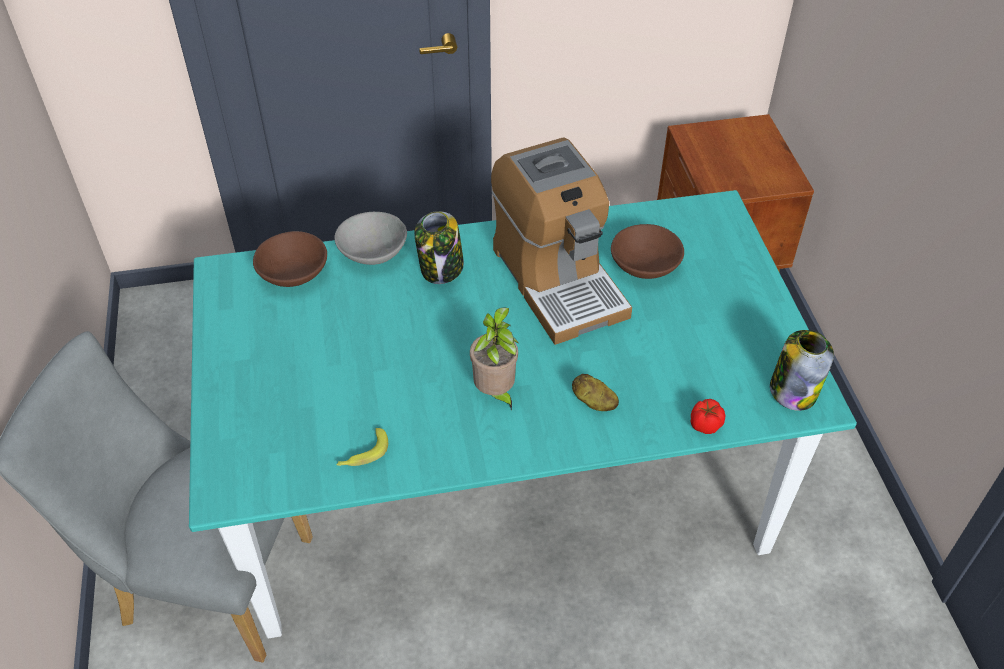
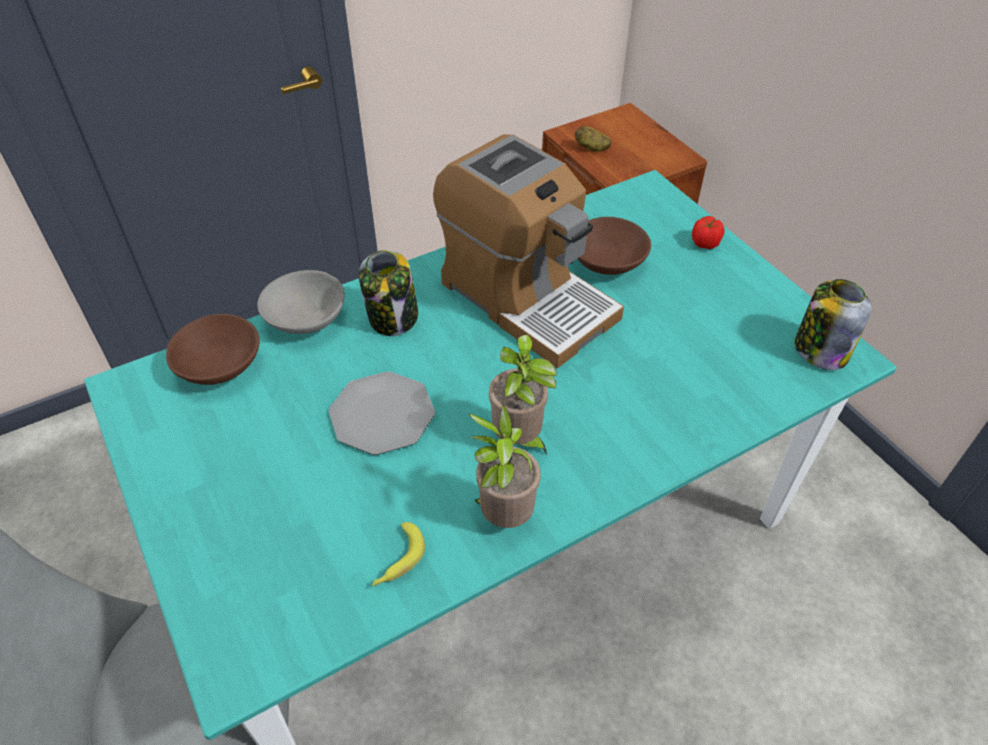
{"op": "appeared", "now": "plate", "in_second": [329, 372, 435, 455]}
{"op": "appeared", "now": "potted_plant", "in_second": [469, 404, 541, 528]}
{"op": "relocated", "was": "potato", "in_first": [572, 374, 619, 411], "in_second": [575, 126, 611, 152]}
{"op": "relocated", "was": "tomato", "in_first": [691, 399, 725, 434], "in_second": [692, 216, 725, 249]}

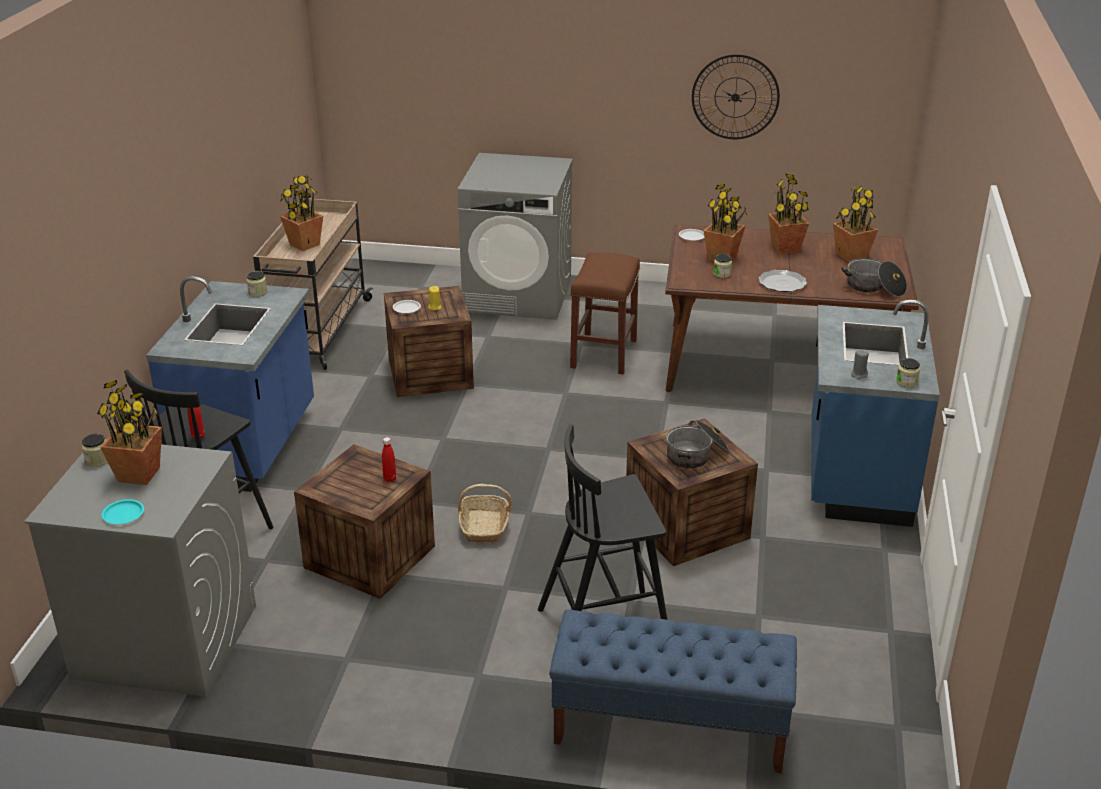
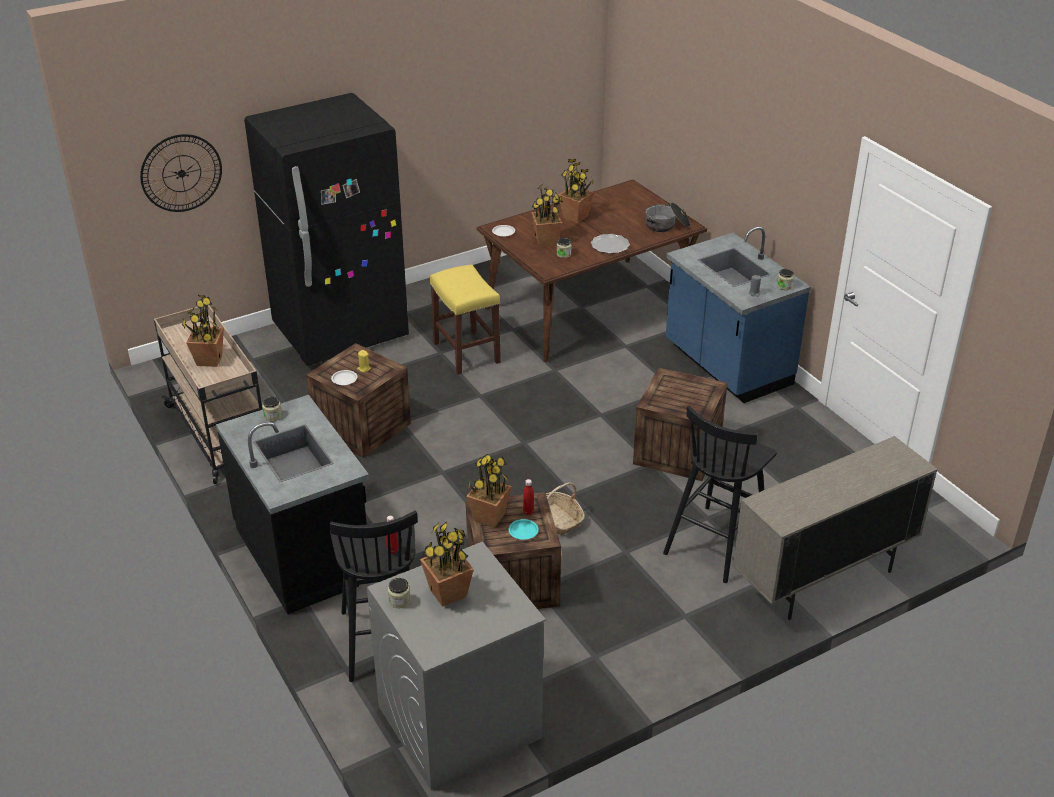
{"op": "relocated", "was": "wall_clock", "in_first": [692, 54, 780, 139], "in_second": [140, 134, 222, 212]}
{"op": "colour", "was": "blue_counter", "now": "black_counter", "in_first": [146, 276, 314, 492], "in_second": [216, 395, 369, 614]}
{"op": "exchanged", "was": "grey_washing_machine", "now": "black_fridge", "in_first": [458, 153, 573, 320], "in_second": [244, 93, 409, 366]}
{"op": "colour", "was": "brown_stool", "now": "yellow_stool", "in_first": [570, 253, 640, 374], "in_second": [430, 265, 501, 375]}
{"op": "relocated", "was": "potted_plant", "in_first": [833, 184, 878, 262], "in_second": [466, 454, 512, 528]}
{"op": "relocated", "was": "turquoise_plate", "in_first": [102, 499, 144, 524], "in_second": [509, 519, 539, 540]}
{"op": "exchanged", "was": "blue_bench", "now": "beige_cabinet", "in_first": [549, 610, 797, 773], "in_second": [733, 436, 938, 620]}
{"op": "missing", "was": "cooking_pot", "in_first": [666, 420, 729, 469]}

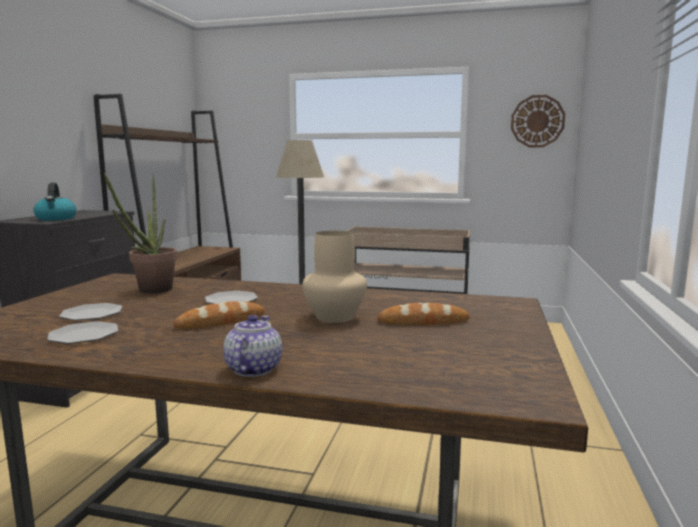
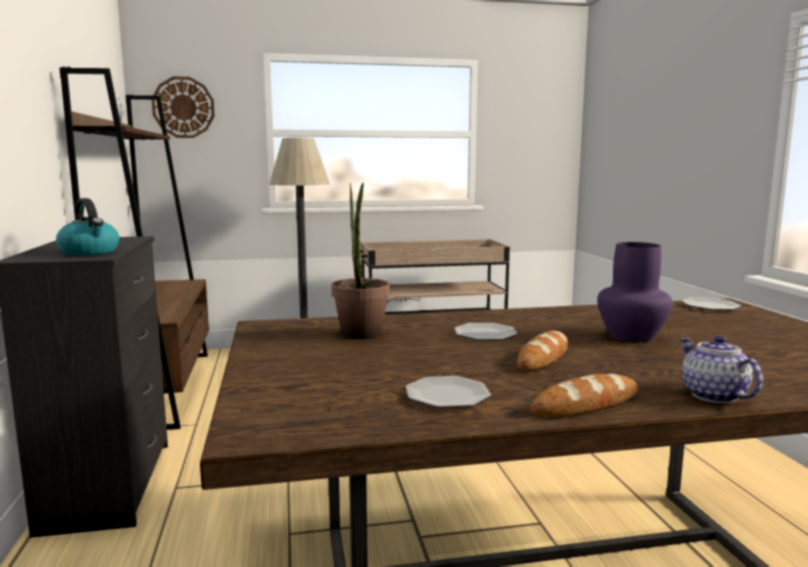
{"op": "relocated", "was": "wall_clock", "in_first": [511, 95, 565, 147], "in_second": [152, 76, 215, 138]}
{"op": "relocated", "was": "bread", "in_first": [377, 302, 470, 325], "in_second": [531, 374, 638, 416]}
{"op": "colour", "was": "beige_vase", "now": "purple_vase", "in_first": [302, 231, 367, 323], "in_second": [597, 242, 673, 343]}
{"op": "relocated", "was": "plate", "in_first": [59, 303, 123, 321], "in_second": [681, 297, 741, 311]}

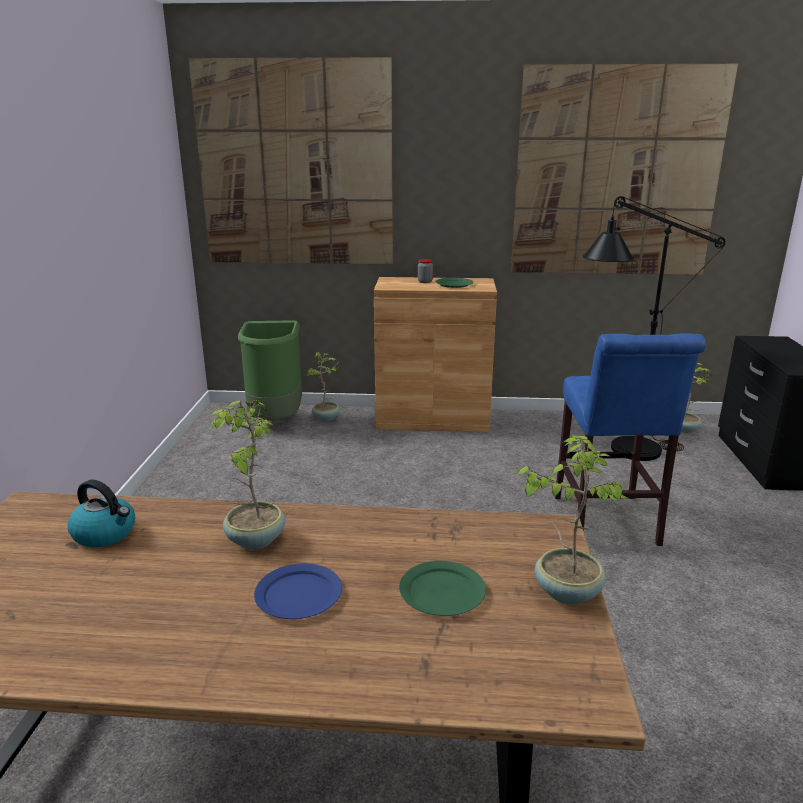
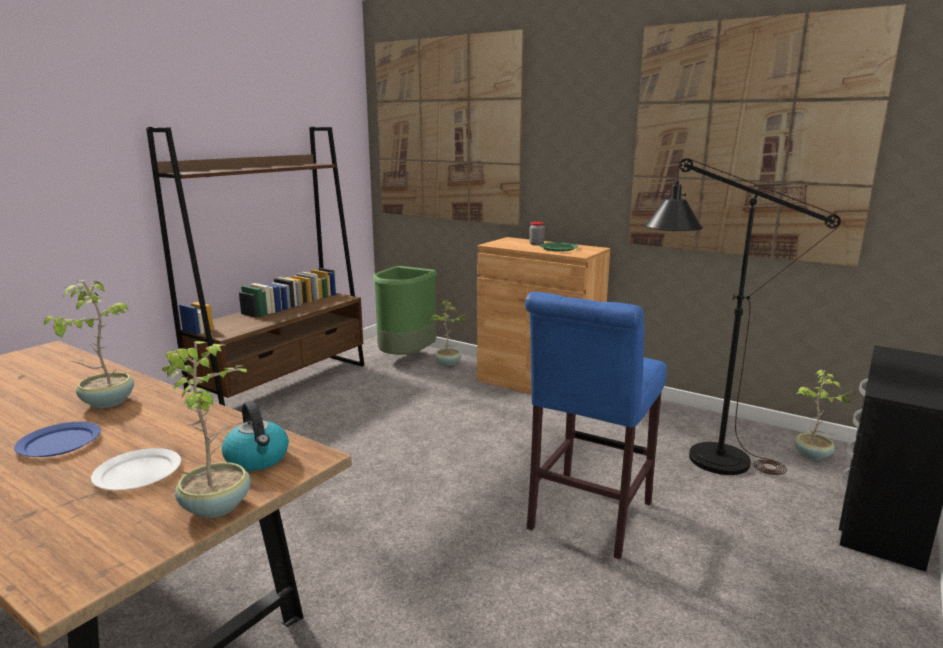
{"op": "colour", "was": "green_plate", "now": "white_plate", "in_first": [399, 561, 486, 616], "in_second": [91, 448, 181, 490]}
{"op": "appeared", "now": "brown_bookcase", "in_second": [146, 127, 365, 406]}
{"op": "relocated", "was": "kettle", "in_first": [68, 480, 135, 547], "in_second": [222, 401, 289, 471]}

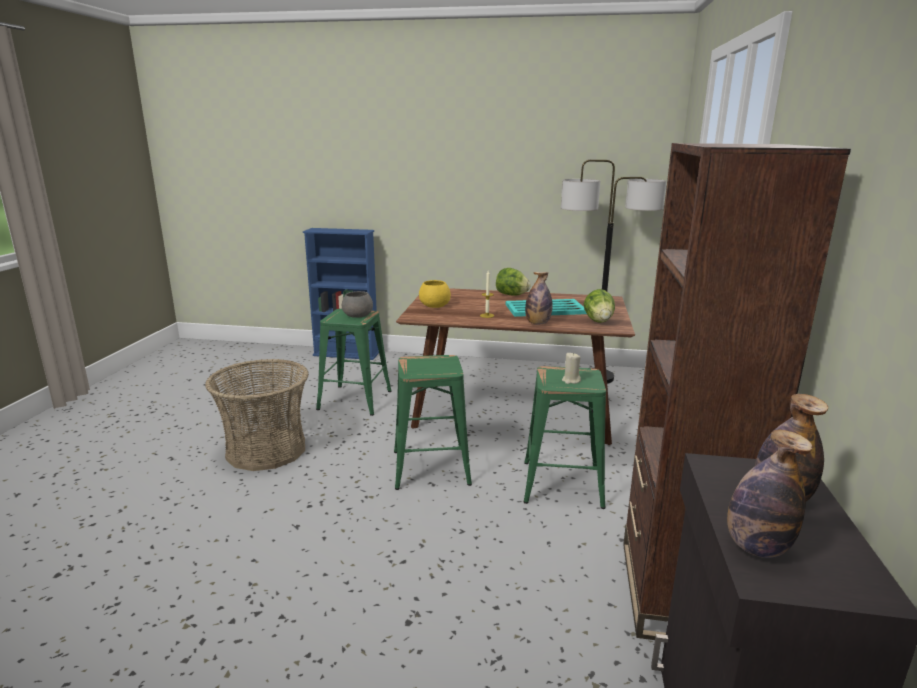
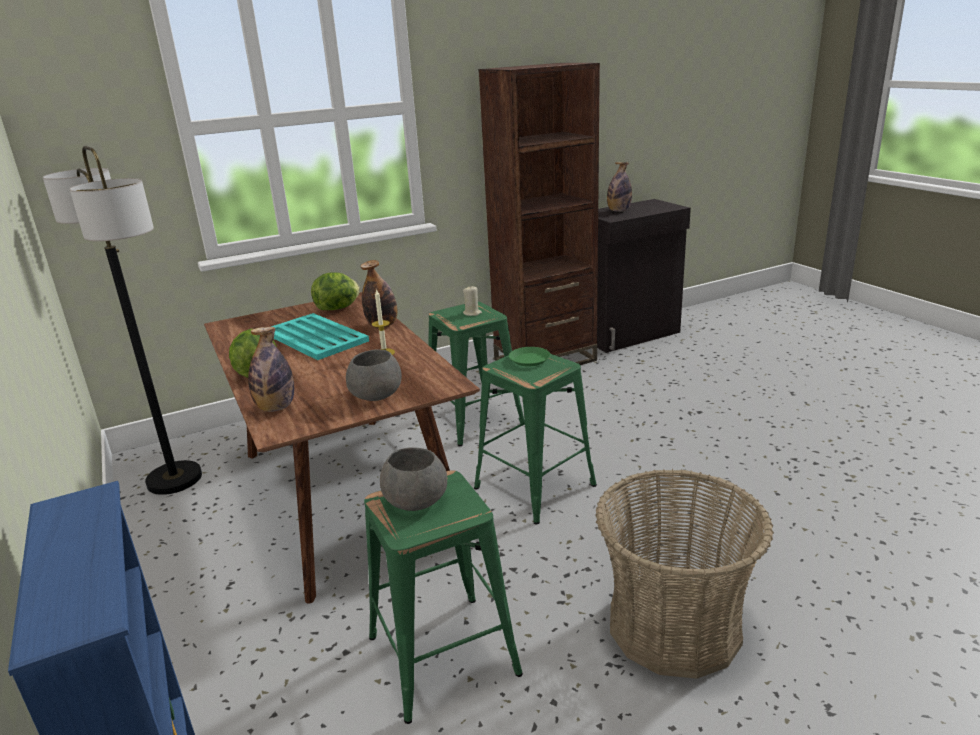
{"op": "relocated", "was": "bottle", "in_first": [727, 430, 813, 558], "in_second": [248, 327, 294, 412]}
{"op": "colour", "was": "yellow_bowl", "now": "grey_bowl", "in_first": [419, 280, 451, 308], "in_second": [346, 349, 402, 401]}
{"op": "appeared", "now": "green_plate", "in_second": [509, 347, 550, 366]}

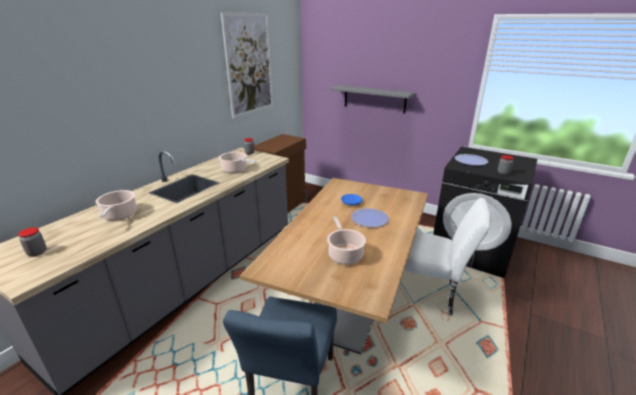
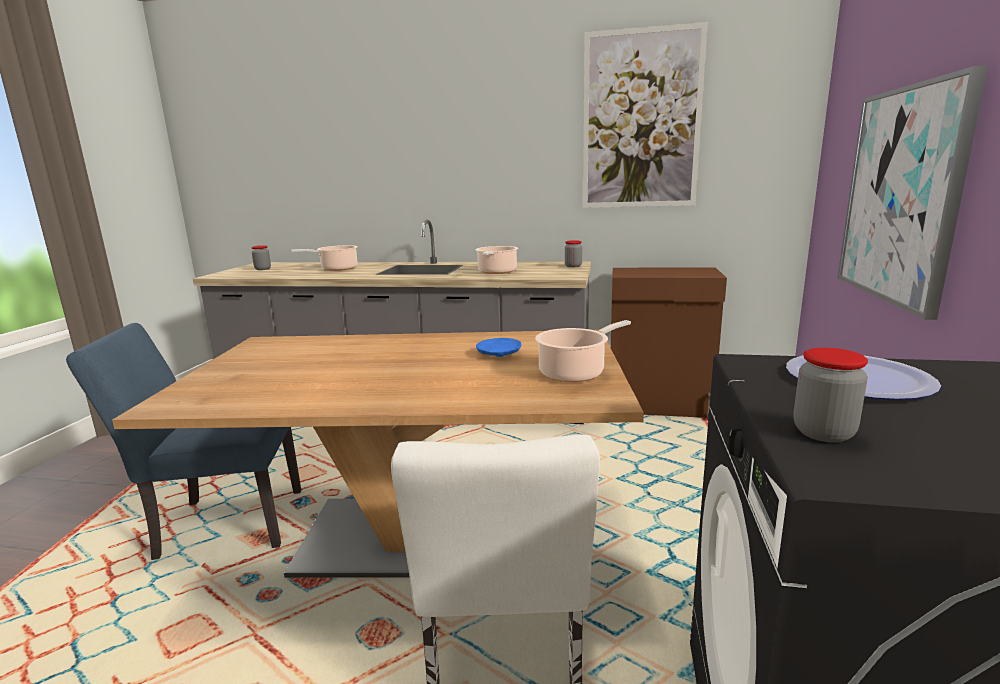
{"op": "relocated", "was": "cooking_pot", "in_first": [327, 216, 366, 265], "in_second": [535, 320, 631, 382]}
{"op": "exchanged", "was": "grey_shelf", "now": "picture", "in_first": [330, 85, 415, 114], "in_second": [837, 65, 988, 320]}
{"op": "missing", "was": "plate", "in_first": [351, 208, 389, 228]}

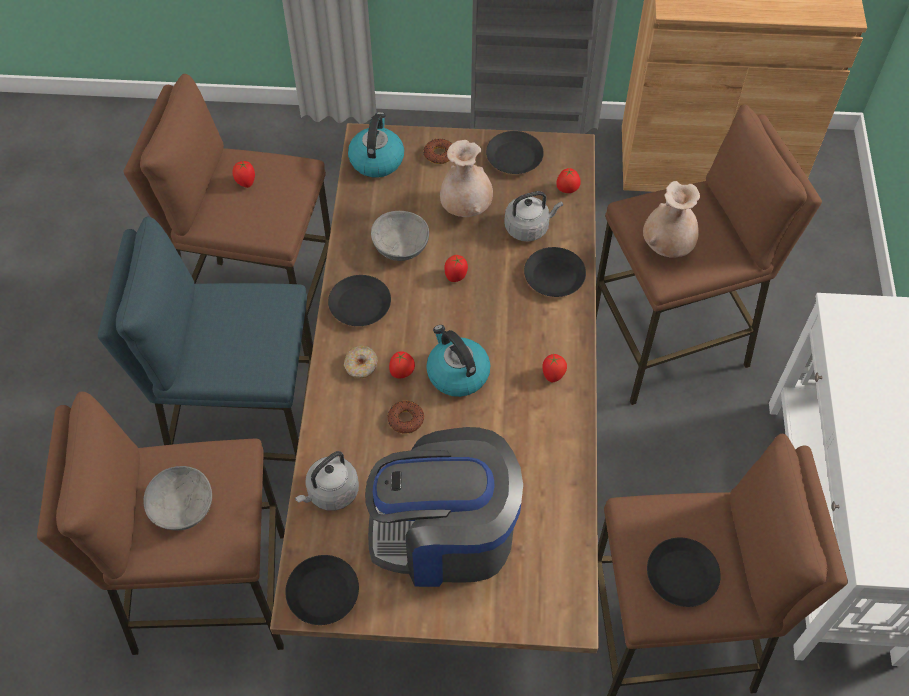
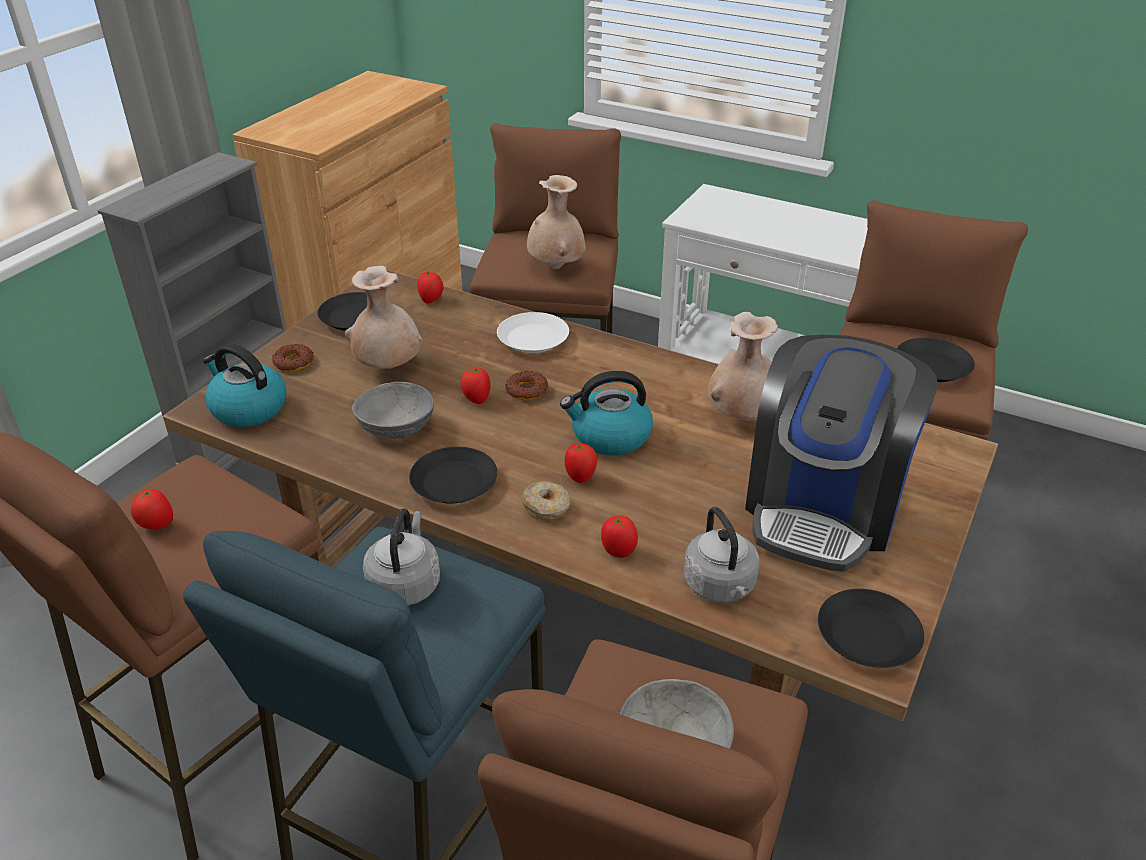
{"op": "relocated", "was": "grey_kettle", "in_first": [504, 191, 563, 242], "in_second": [363, 508, 440, 606]}
{"op": "colour", "was": "black_plate", "now": "white_plate", "in_first": [524, 247, 586, 297], "in_second": [497, 312, 569, 353]}
{"op": "relocated", "was": "donut", "in_first": [387, 401, 424, 434], "in_second": [506, 371, 548, 400]}
{"op": "relocated", "was": "tomato", "in_first": [542, 354, 567, 382], "in_second": [601, 516, 638, 558]}
{"op": "appeared", "now": "beige_vase", "in_second": [708, 312, 778, 421]}

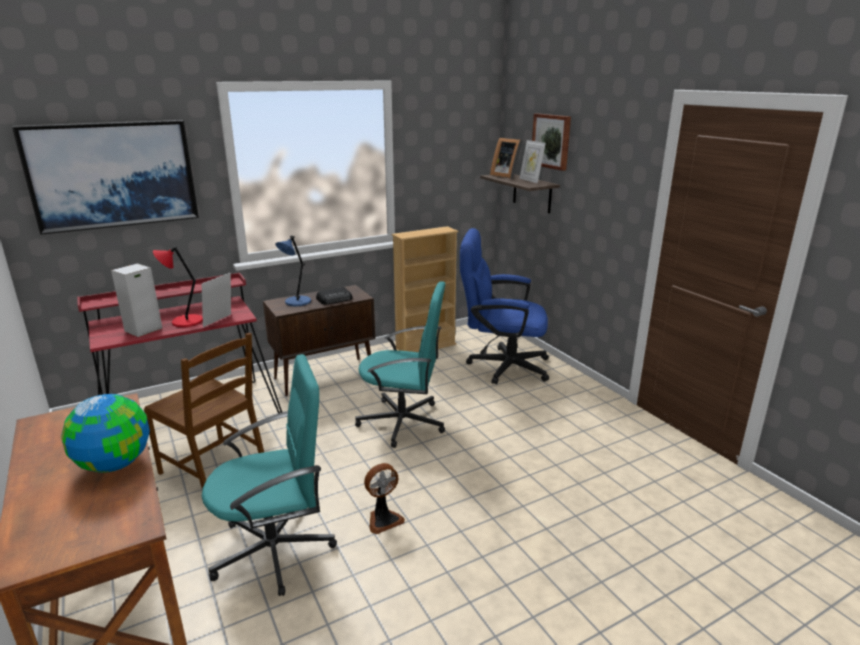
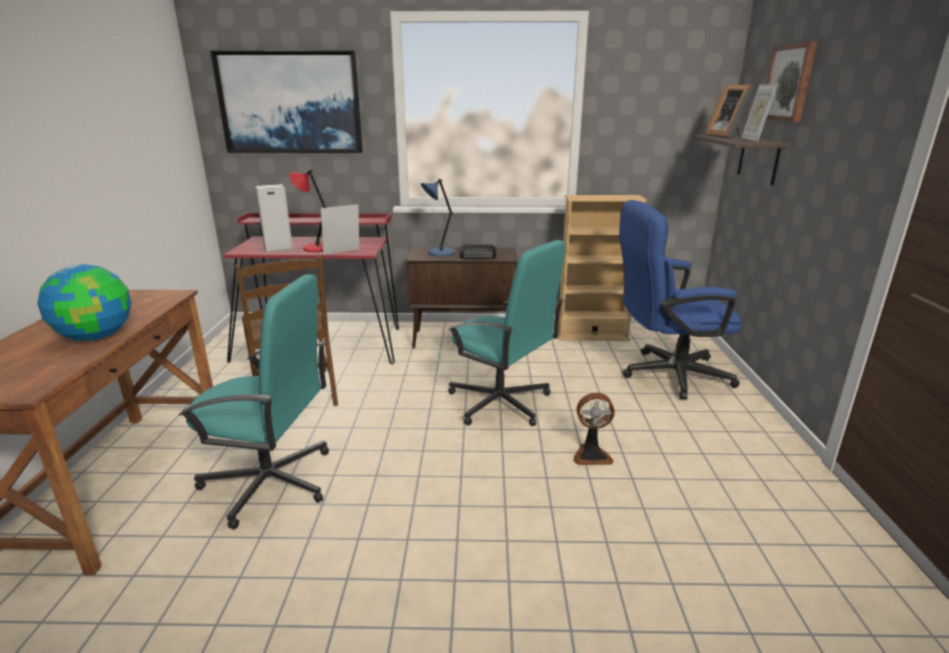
{"op": "relocated", "was": "fan", "in_first": [364, 463, 405, 534], "in_second": [573, 393, 615, 465]}
{"op": "spun", "was": "blue_office_chair", "in_first": [460, 228, 549, 384], "in_second": [619, 200, 742, 400], "clockwise": -45}

